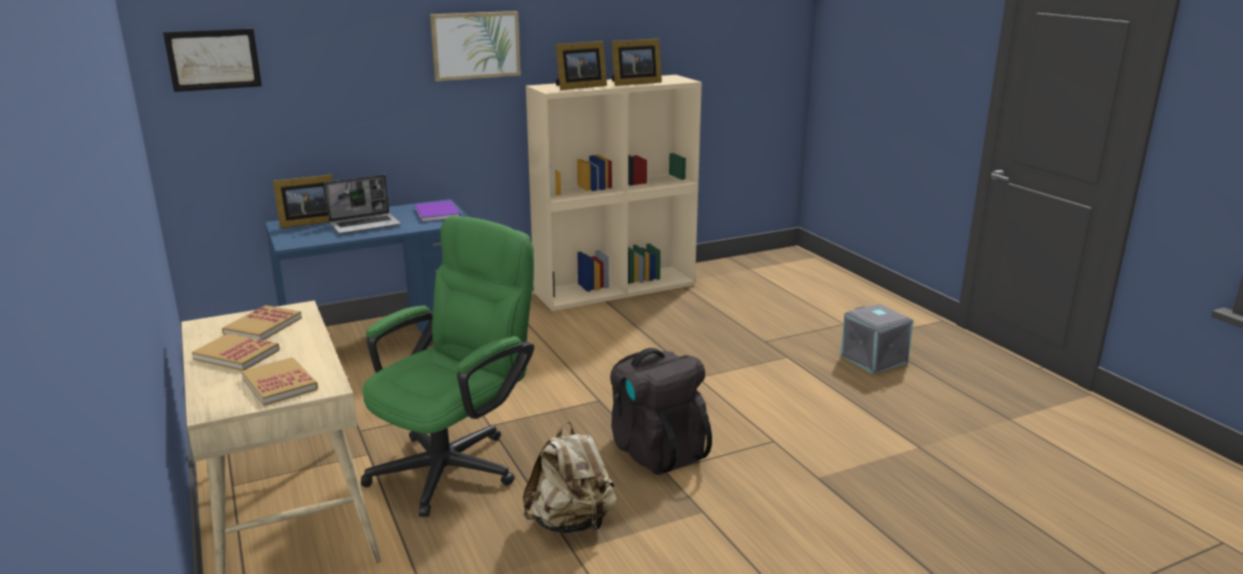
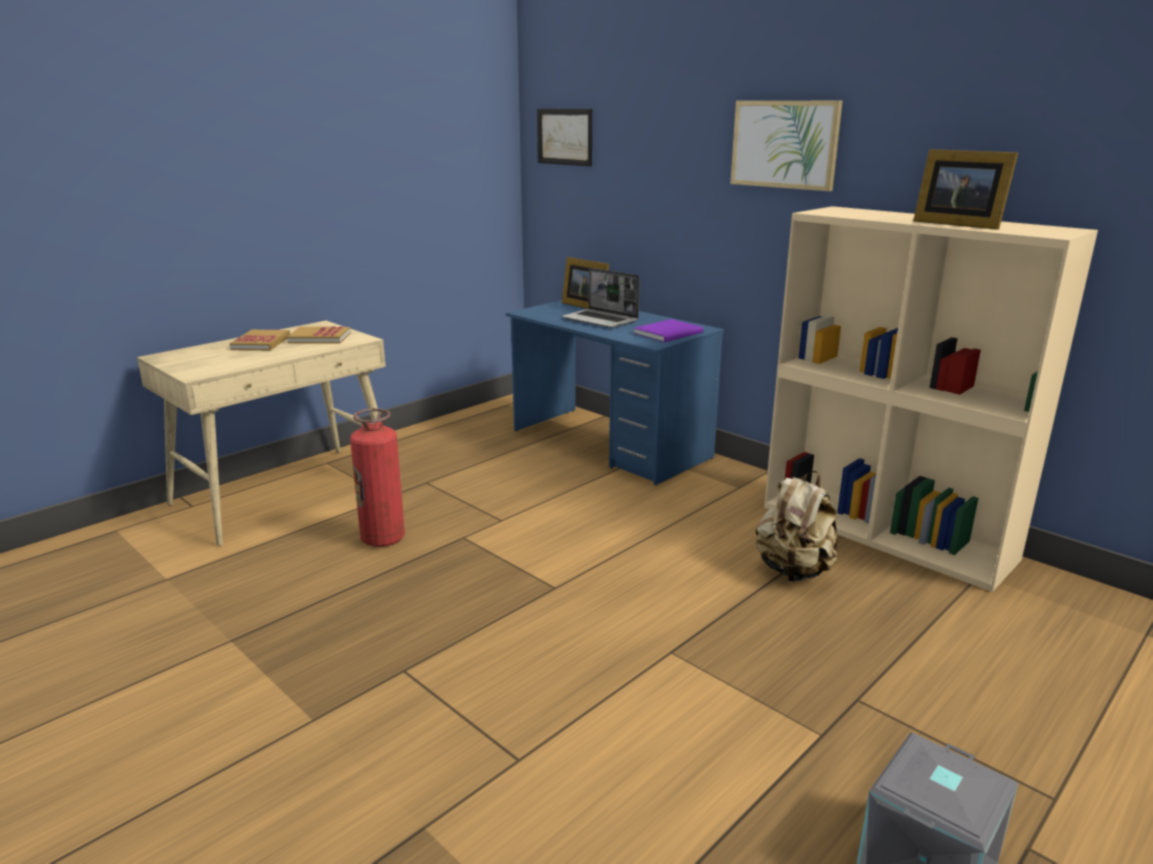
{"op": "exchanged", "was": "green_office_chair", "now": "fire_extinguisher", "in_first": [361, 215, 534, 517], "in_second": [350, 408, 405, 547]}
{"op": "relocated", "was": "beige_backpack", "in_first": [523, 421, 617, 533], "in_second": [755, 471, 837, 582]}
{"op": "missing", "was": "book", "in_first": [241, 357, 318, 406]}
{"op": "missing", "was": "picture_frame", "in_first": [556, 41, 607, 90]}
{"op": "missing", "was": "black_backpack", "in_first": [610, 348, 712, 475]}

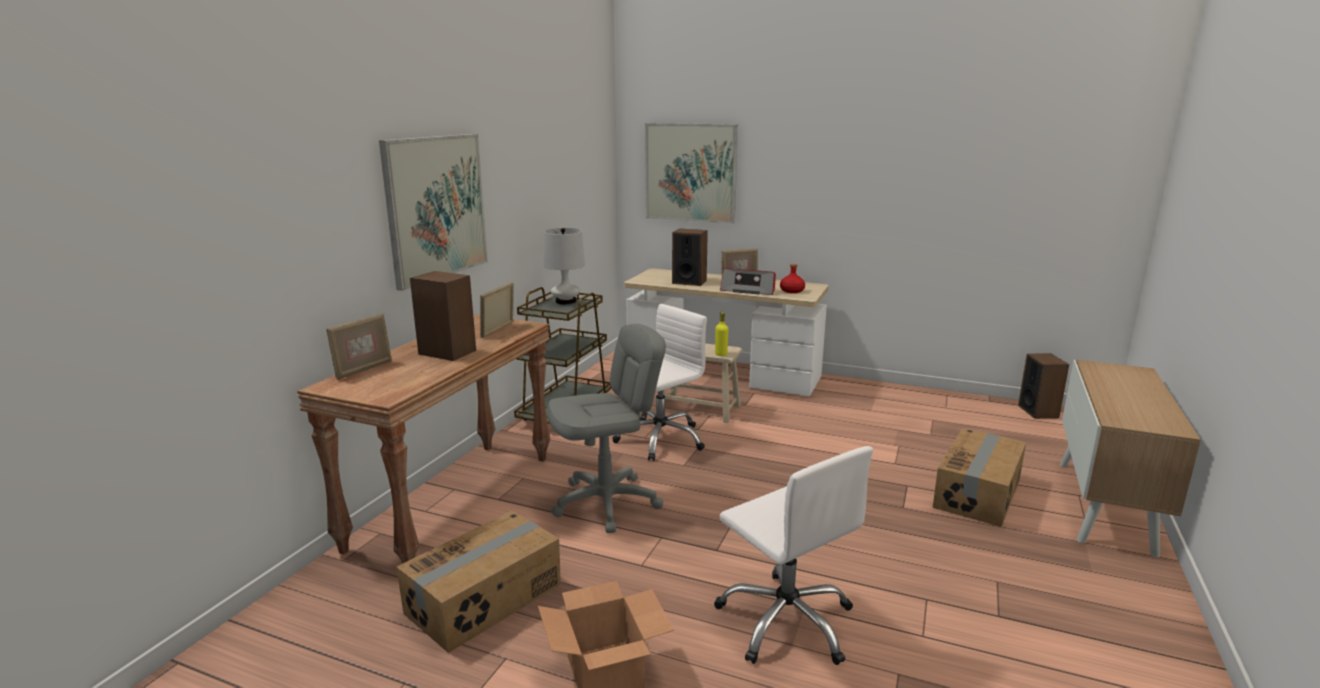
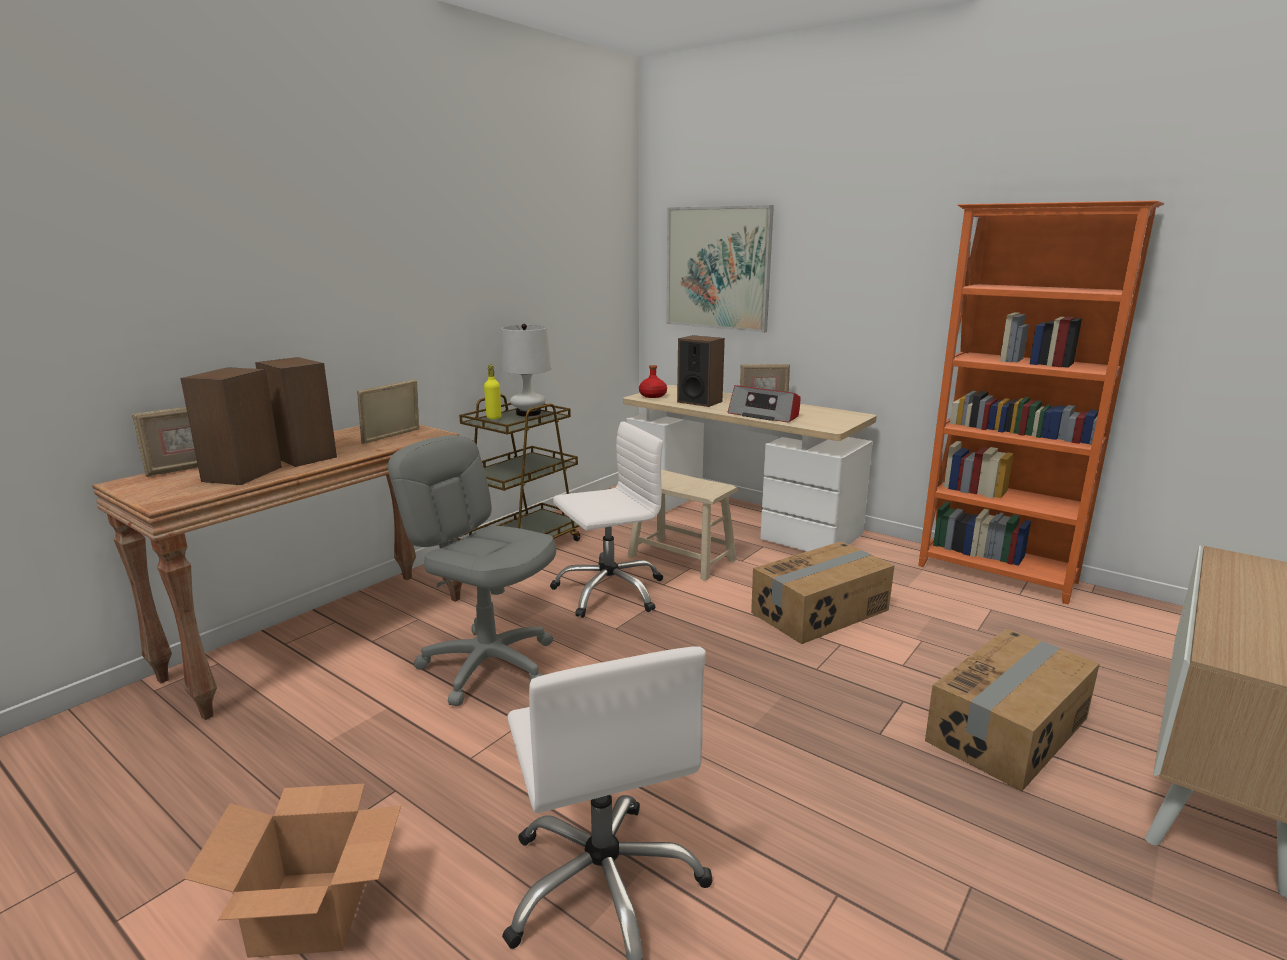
{"op": "relocated", "was": "speaker", "in_first": [1018, 353, 1069, 419], "in_second": [180, 367, 282, 485]}
{"op": "spun", "was": "grey_office_chair", "in_first": [546, 324, 666, 533], "in_second": [388, 435, 556, 706], "clockwise": -135}
{"op": "relocated", "was": "yellow_bottle", "in_first": [715, 312, 729, 356], "in_second": [484, 365, 501, 419]}
{"op": "relocated", "was": "red_bottle", "in_first": [780, 264, 805, 293], "in_second": [639, 365, 667, 398]}
{"op": "relocated", "was": "cardboard_box", "in_first": [396, 511, 561, 653], "in_second": [751, 541, 895, 644]}
{"op": "appeared", "now": "orange_bookcase", "in_second": [918, 200, 1164, 604]}
{"op": "missing", "was": "picture", "in_first": [379, 134, 488, 291]}

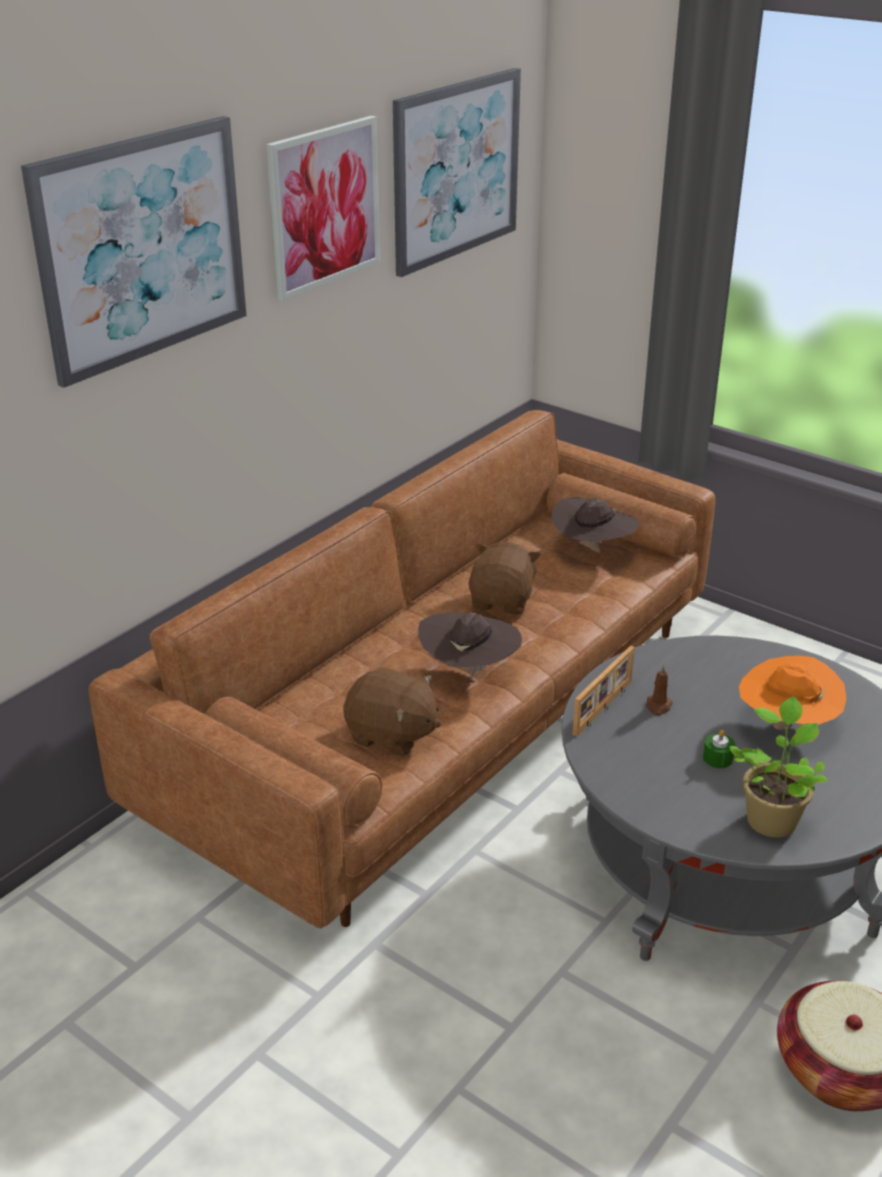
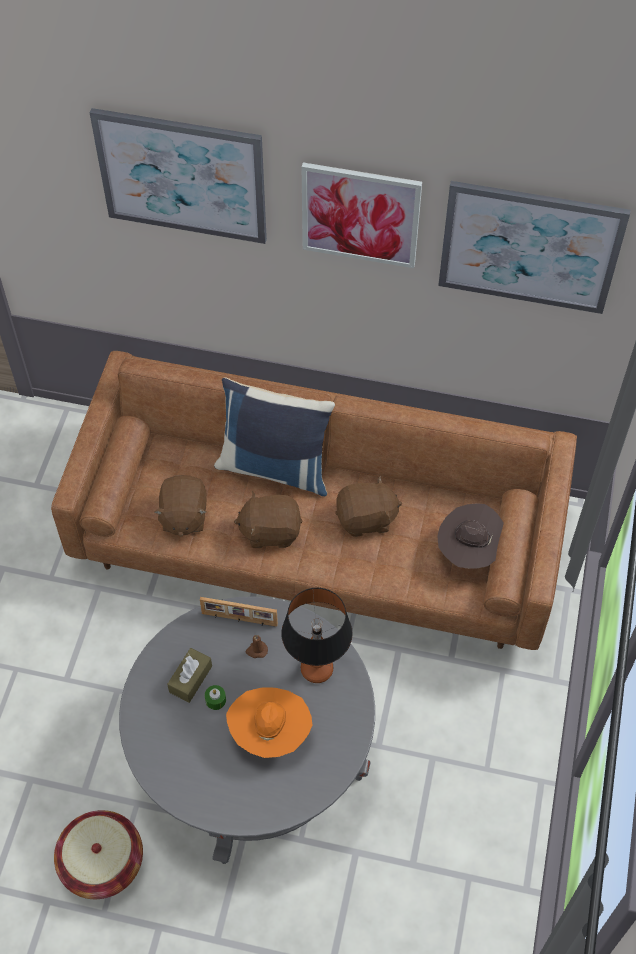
{"op": "appeared", "now": "brown_tissue_box", "in_second": [167, 648, 212, 703]}
{"op": "appeared", "now": "blue_pillow", "in_second": [214, 377, 335, 496]}
{"op": "exchanged", "was": "brown_hat", "now": "brown_plush_toy", "in_first": [418, 612, 522, 680], "in_second": [234, 491, 303, 548]}
{"op": "appeared", "now": "table_lamp", "in_second": [281, 588, 353, 683]}
{"op": "missing", "was": "potted_plant", "in_first": [729, 696, 827, 837]}

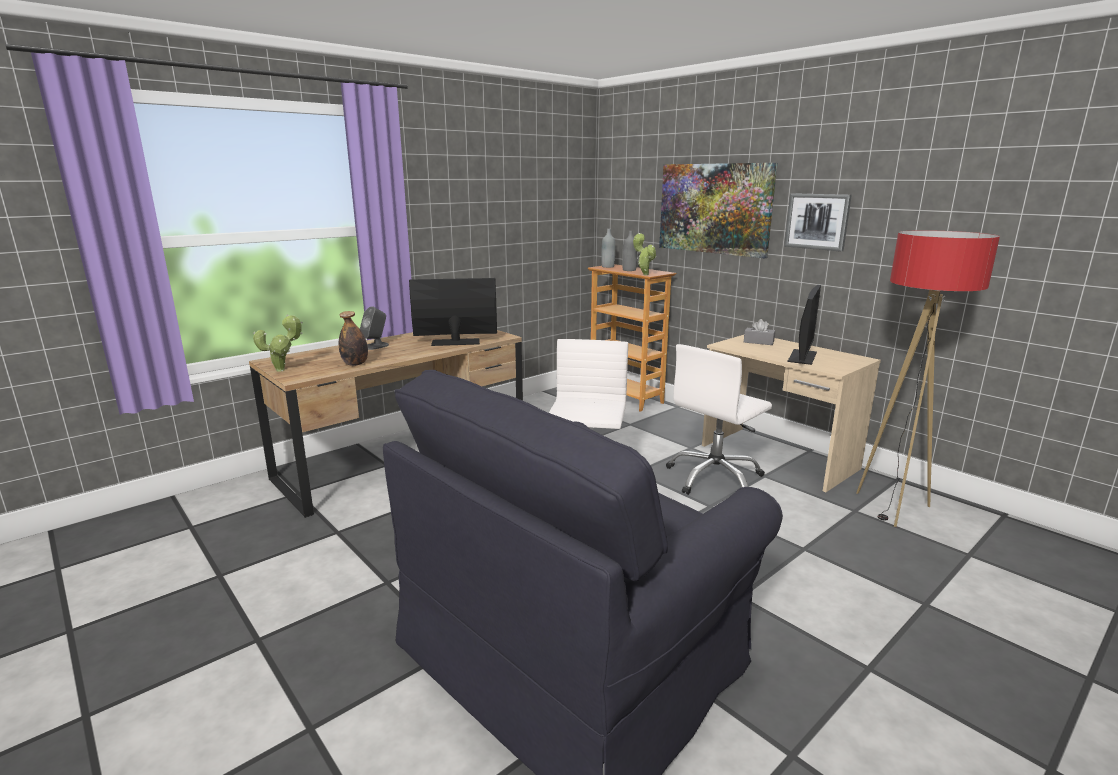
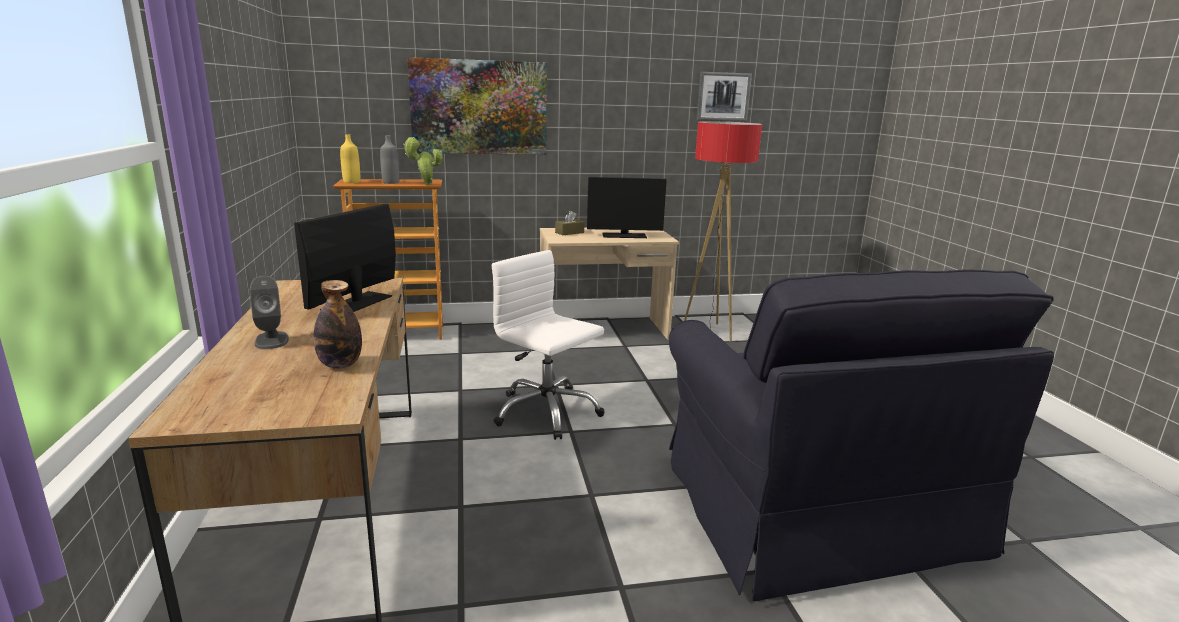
{"op": "colour", "was": "grey_bottle", "now": "yellow_bottle", "in_first": [601, 229, 615, 268], "in_second": [340, 134, 360, 183]}
{"op": "colour", "was": "grey_tissue_box", "now": "brown_tissue_box", "in_first": [744, 319, 775, 345], "in_second": [555, 211, 584, 235]}
{"op": "spun", "was": "monitor", "in_first": [787, 285, 821, 365], "in_second": [587, 177, 667, 238], "clockwise": 120}
{"op": "relocated", "was": "picture", "in_first": [784, 193, 852, 252], "in_second": [697, 72, 752, 121]}
{"op": "missing", "was": "potted_plant", "in_first": [253, 314, 303, 372]}
{"op": "missing", "was": "white_office_chair", "in_first": [666, 344, 772, 495]}

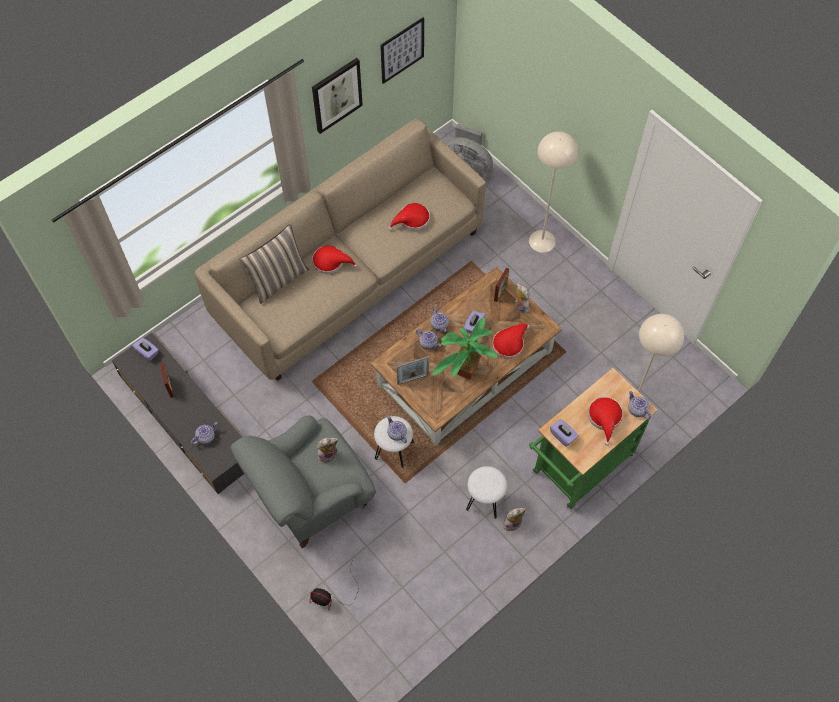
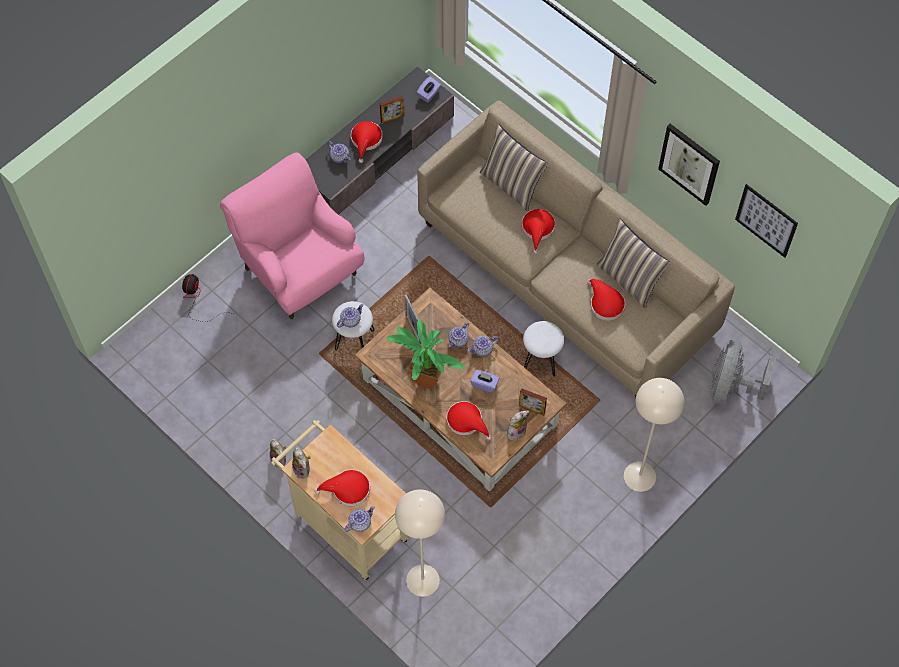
{"op": "colour", "was": "grey_armchair", "now": "pink_armchair", "in_first": [230, 415, 376, 548], "in_second": [220, 152, 364, 319]}
{"op": "colour", "was": "green_cart", "now": "beige_cart", "in_first": [529, 368, 657, 509], "in_second": [271, 420, 409, 581]}
{"op": "relocated", "was": "plush_toy", "in_first": [317, 438, 338, 462], "in_second": [292, 447, 311, 479]}
{"op": "appeared", "now": "red_hat", "in_second": [351, 121, 383, 163]}
{"op": "relocated", "was": "white_stool", "in_first": [466, 466, 507, 519], "in_second": [523, 321, 564, 376]}
{"op": "appeared", "now": "pillow", "in_second": [597, 218, 671, 308]}
{"op": "missing", "was": "purple_tissue_box", "in_first": [550, 419, 578, 447]}

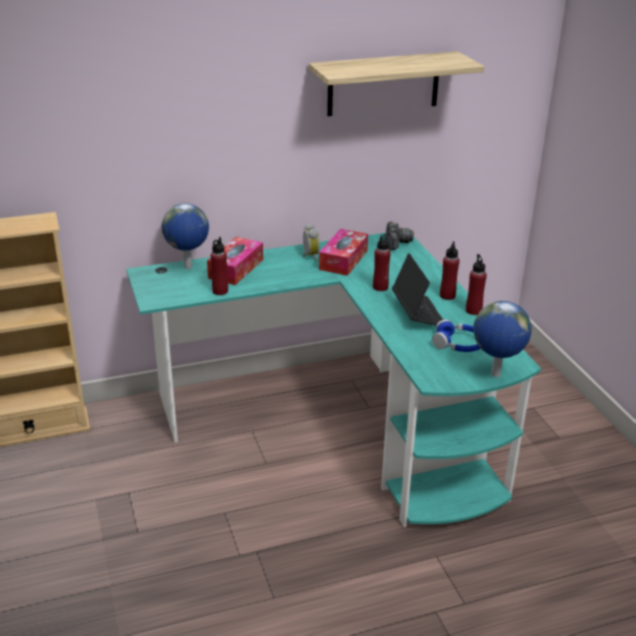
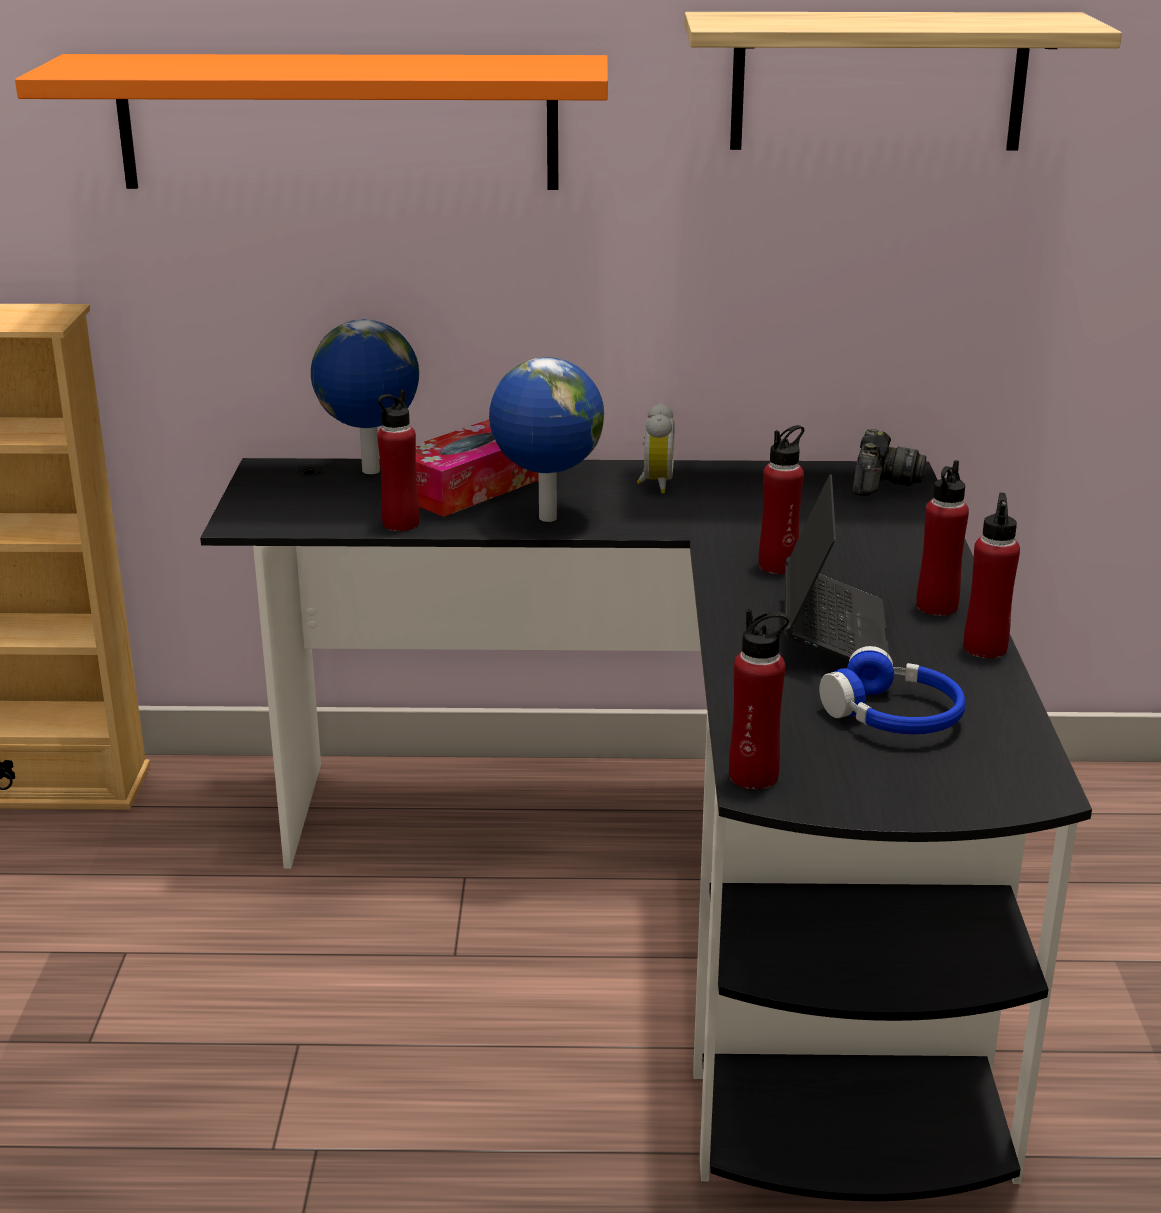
{"op": "appeared", "now": "orange_shelf", "in_second": [15, 54, 608, 190]}
{"op": "colour", "was": "turquoise_desk", "now": "black_desk", "in_first": [126, 233, 541, 527], "in_second": [200, 458, 1092, 1201]}
{"op": "relocated", "was": "globe", "in_first": [473, 301, 532, 377], "in_second": [489, 357, 604, 522]}
{"op": "appeared", "now": "red_bottle", "in_second": [729, 609, 790, 789]}
{"op": "missing", "was": "tissue_box", "in_first": [319, 229, 368, 276]}

